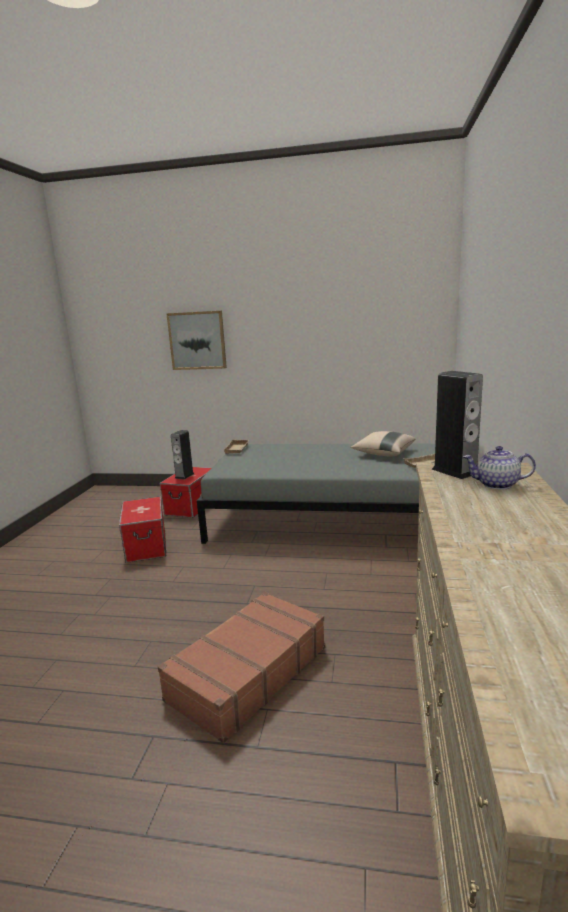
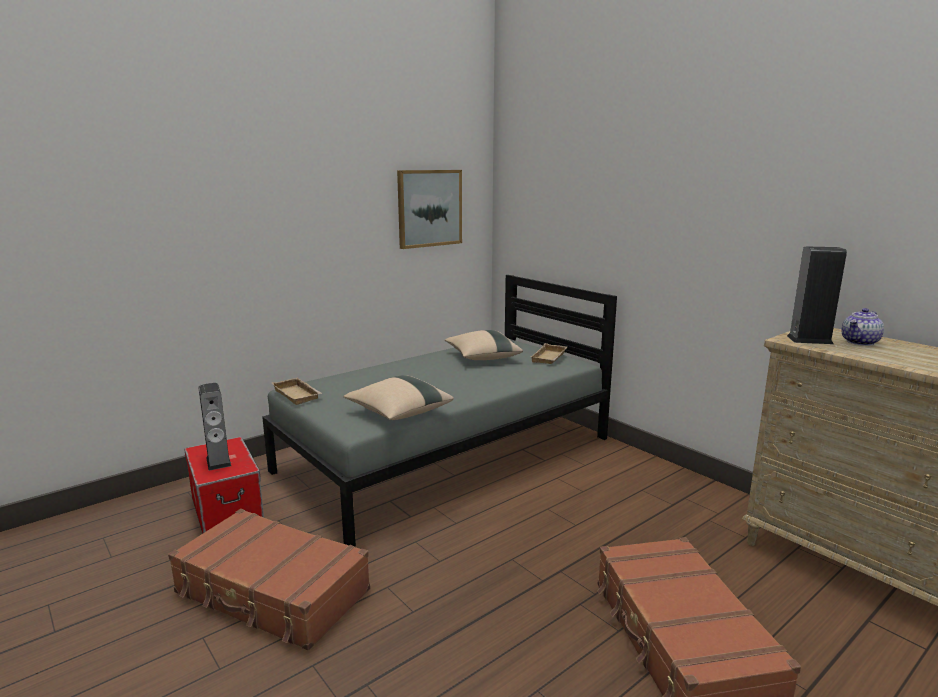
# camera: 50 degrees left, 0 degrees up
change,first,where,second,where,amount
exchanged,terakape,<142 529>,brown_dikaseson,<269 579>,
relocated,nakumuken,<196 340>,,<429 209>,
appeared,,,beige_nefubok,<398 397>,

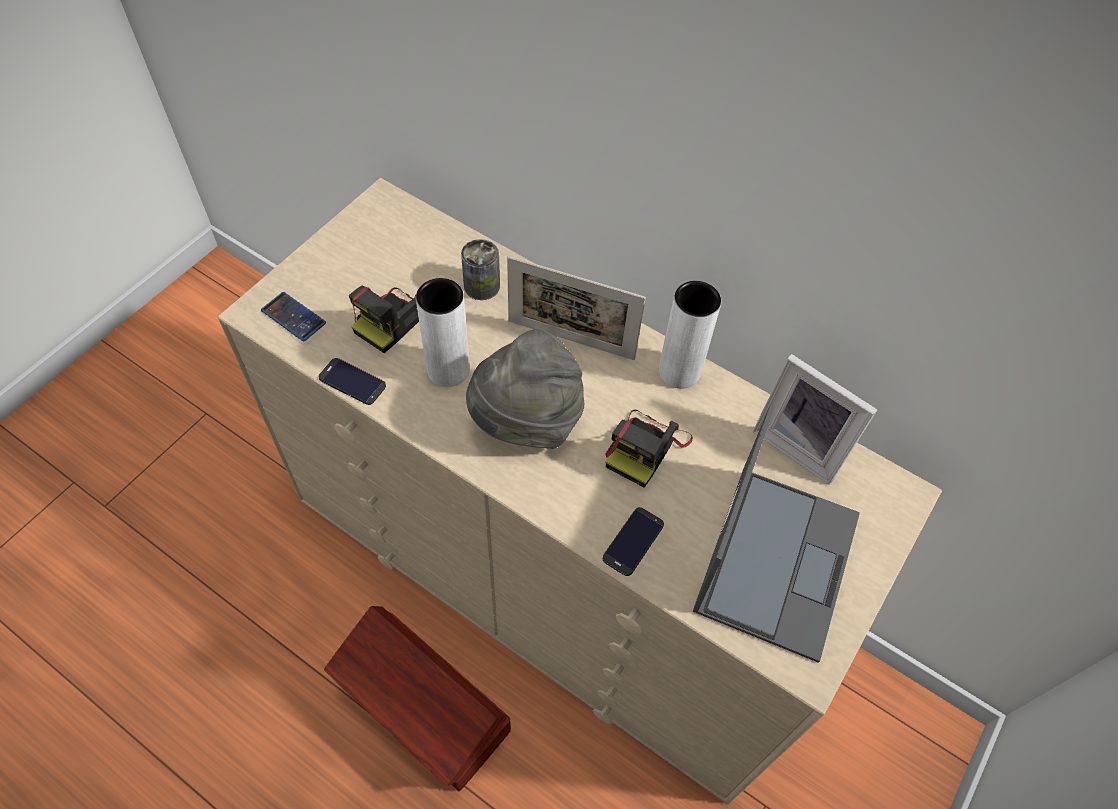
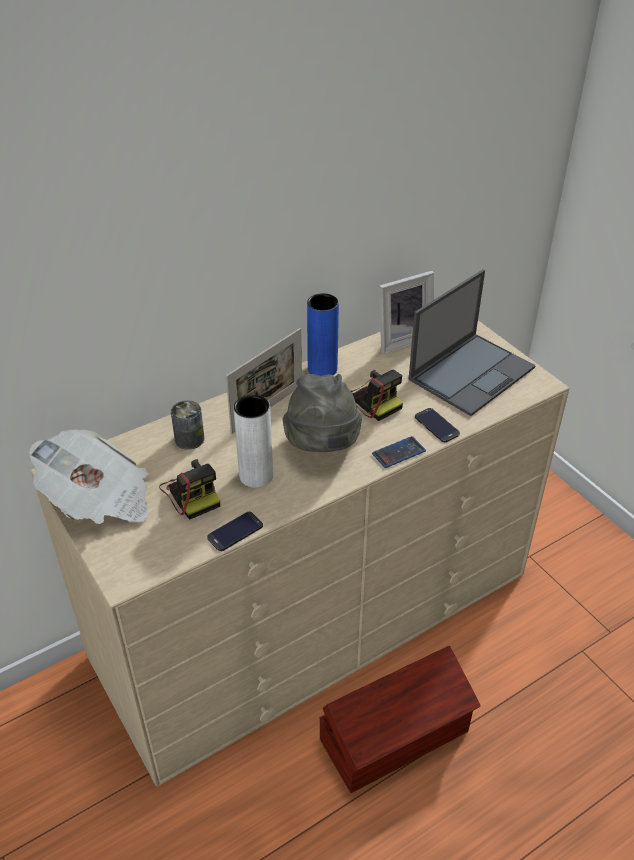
# camera: 65 degrees left, 15 degrees down
change,first,where,second,where,amount
relocated,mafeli,<293 316>,,<399 452>,
colour,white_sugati,<690 335>,blue_sugati,<323 334>,
spun,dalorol,<776 534>,,<472 342>,90 degrees clockwise
appeared,,,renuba,<88 477>,

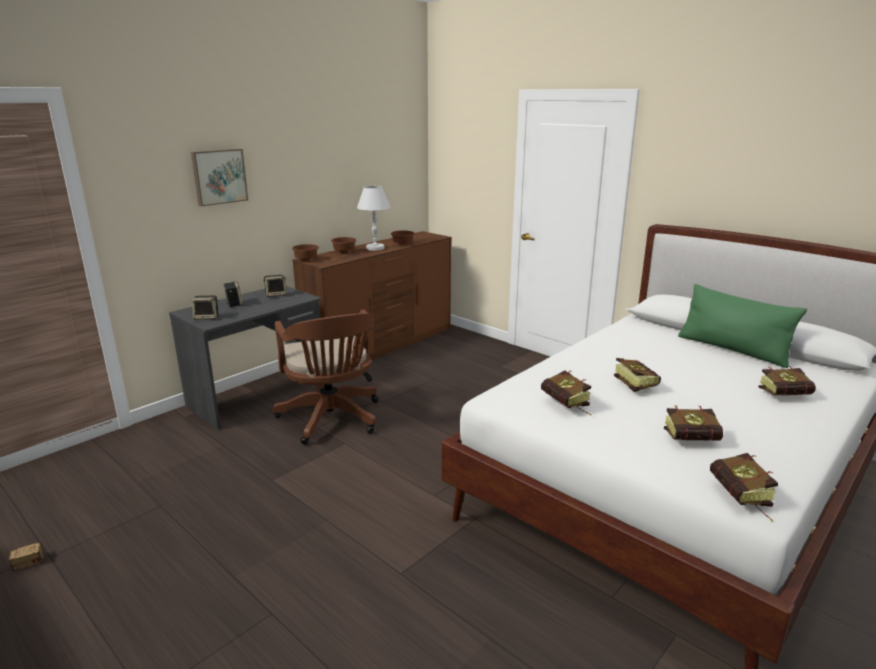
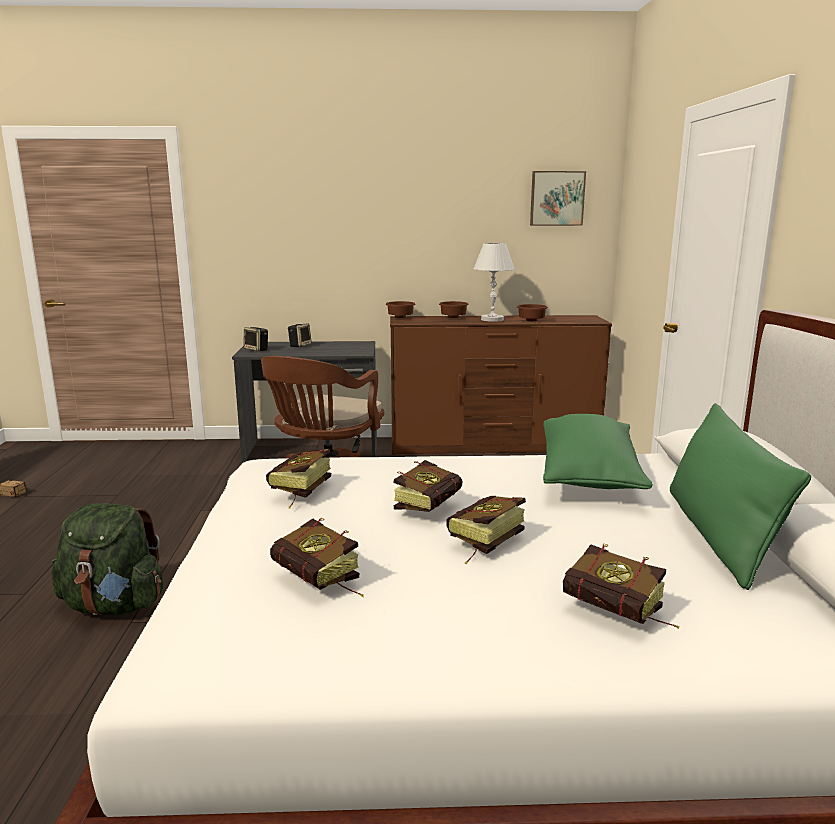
# camera: 45 degrees right, 5 degrees down
change,first,where,second,where,amount
relocated,nakumuken,<219 177>,,<558 198>,
missing,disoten,<275 286>,,,
relocated,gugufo,<744 487>,,<486 530>,
appeared,,,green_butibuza,<107 559>,
appeared,,,green_nefubok,<598 451>,

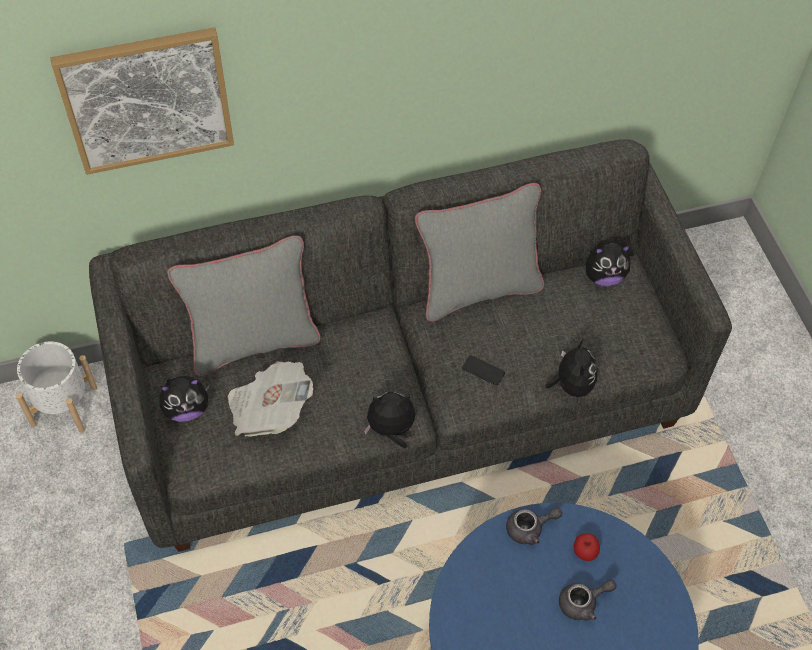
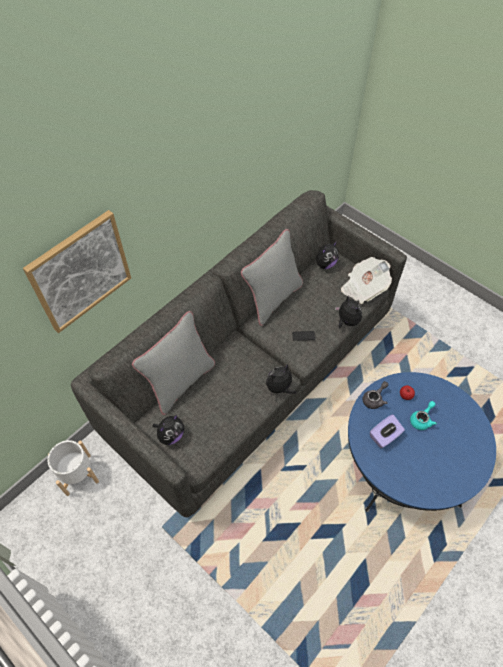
# camera: 30 degrees left, 0 degrees up
change,first,where,second,where,amount
relocated,renuba,<270 399>,,<366 280>,
colour,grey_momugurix,<587 600>,turquoise_momugurix,<423 415>,
appeared,,,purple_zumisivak,<387 431>,

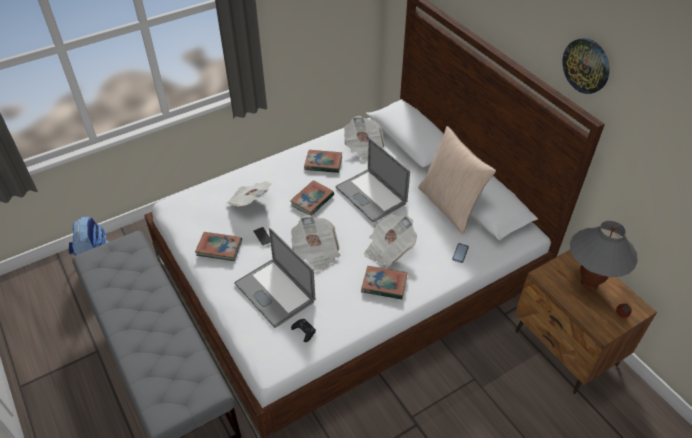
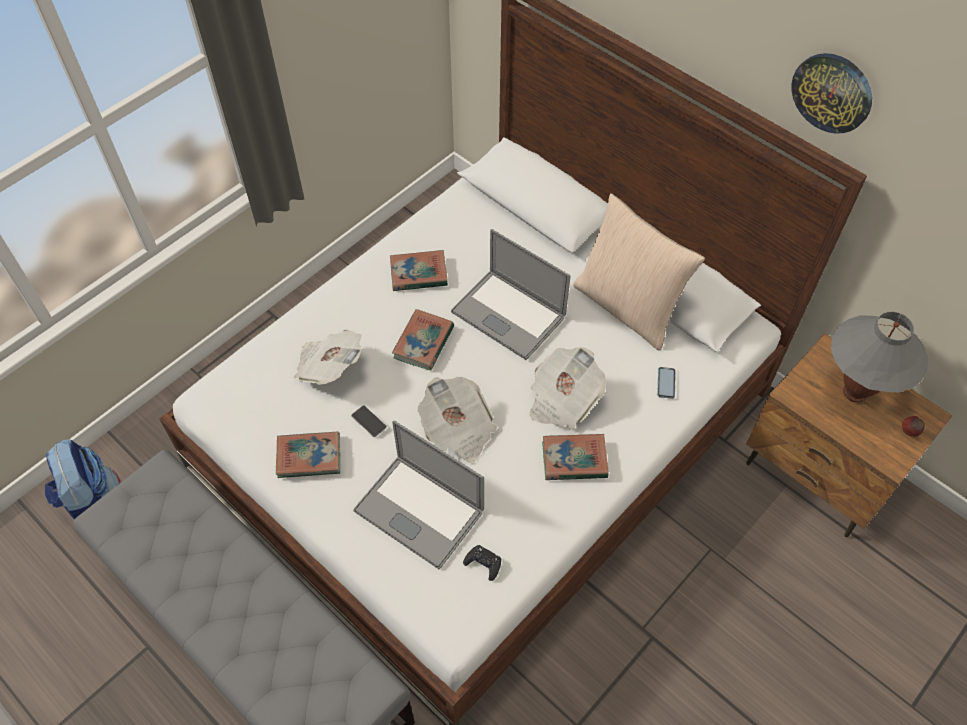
# camera: 15 degrees left, 10 degrees up
change,first,where,second,where,amount
missing,renuba,<364 139>,,,

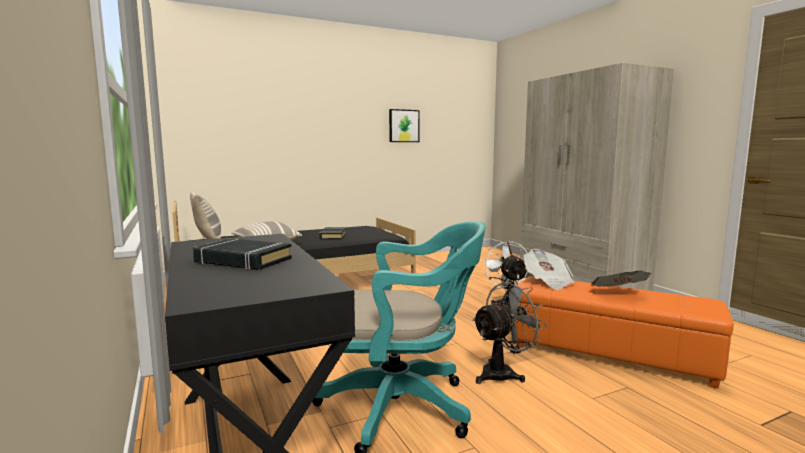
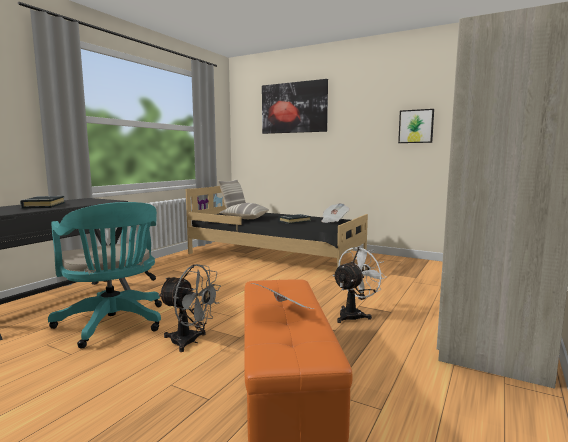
# camera: 55 degrees right, 0 degrees up
change,first,where,second,where,amount
relocated,renuba,<549 269>,,<335 213>,
appeared,,,nakumuken,<295 106>,

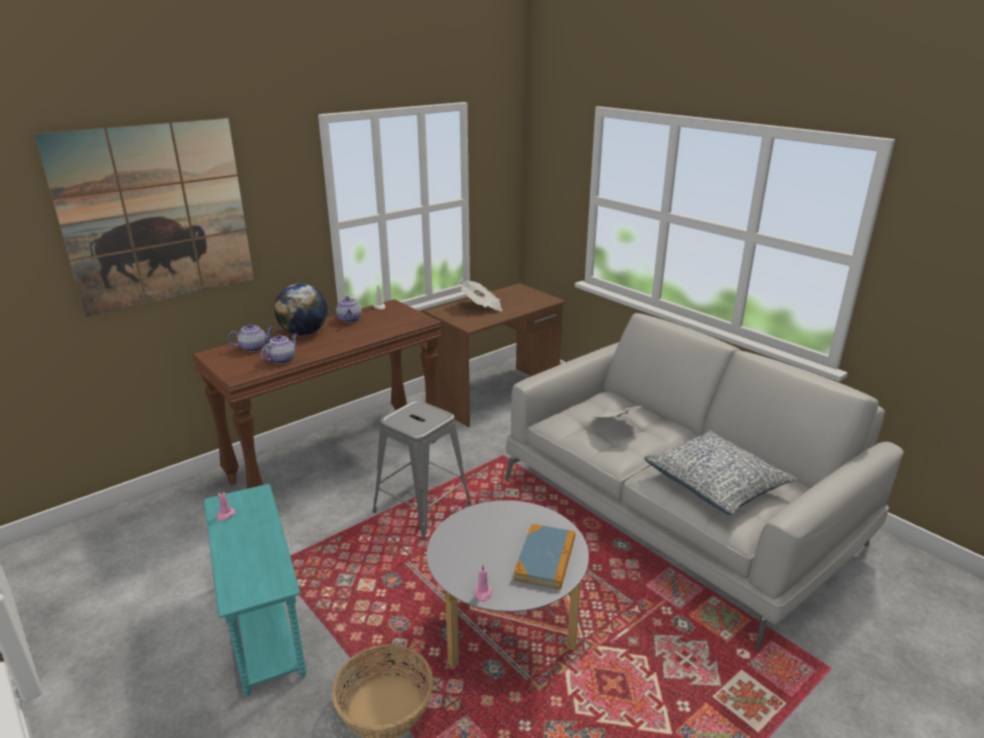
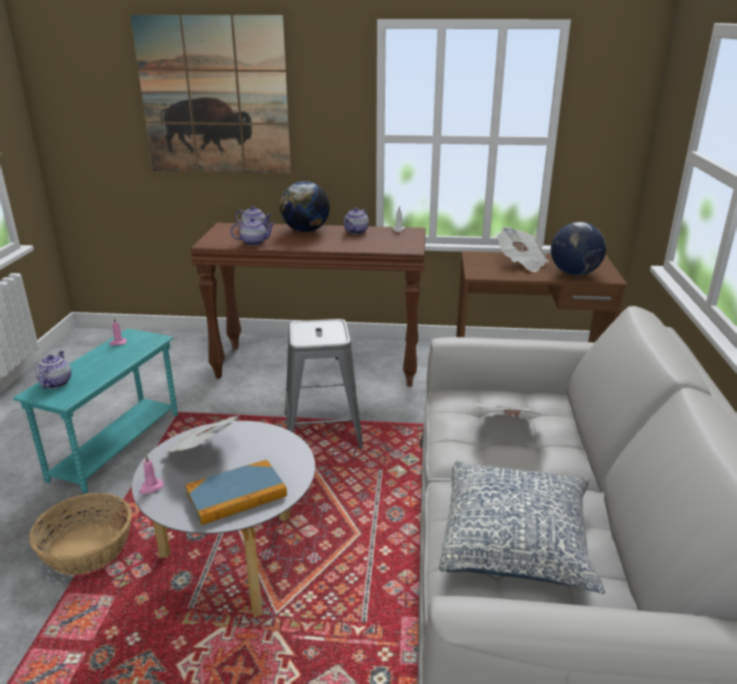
# camera: 45 degrees right, 0 degrees up
change,first,where,second,where,amount
appeared,,,momugurix,<53 369>,
appeared,,,renuba,<202 434>,
appeared,,,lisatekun,<578 249>,

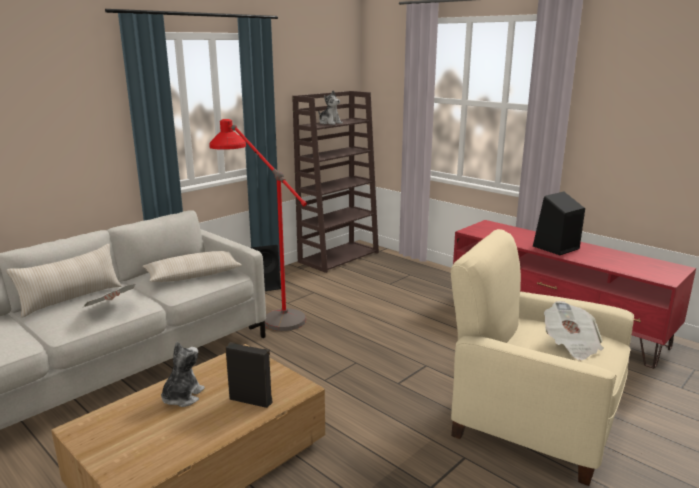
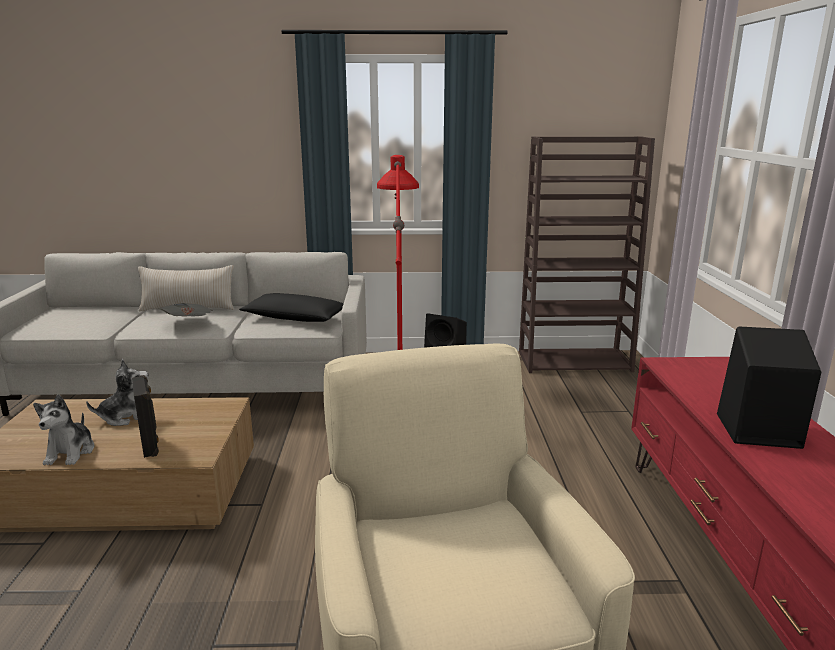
# camera: 45 degrees right, 0 degrees up
change,first,where,second,where,amount
colour,beige_nefubok,<192 266>,black_nefubok,<291 307>,
relocated,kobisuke,<330 108>,,<63 429>,
missing,renuba,<574 331>,,,

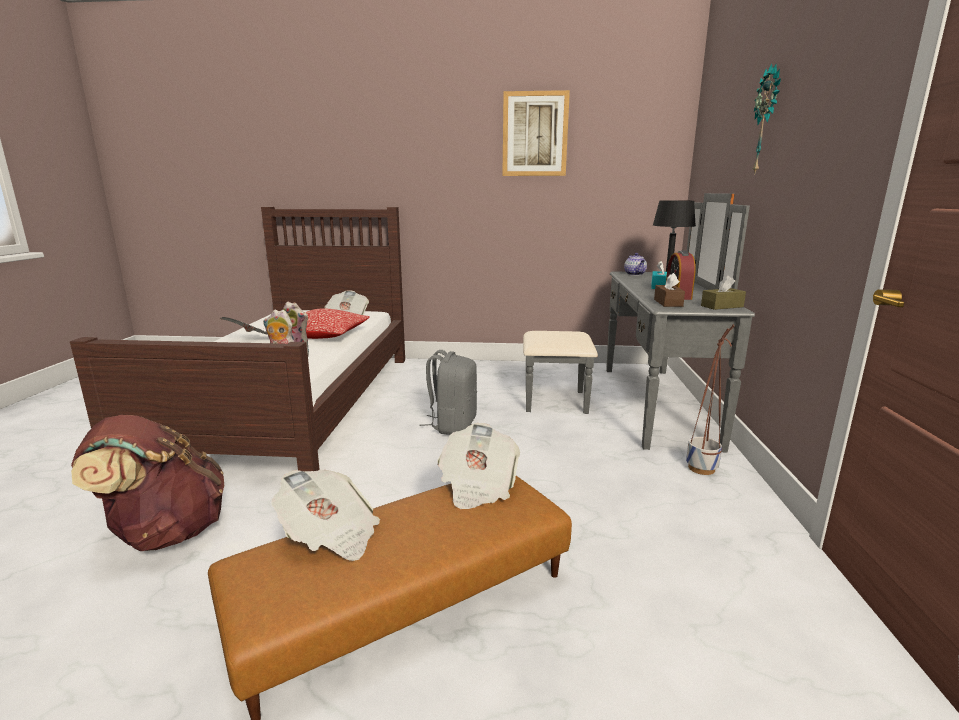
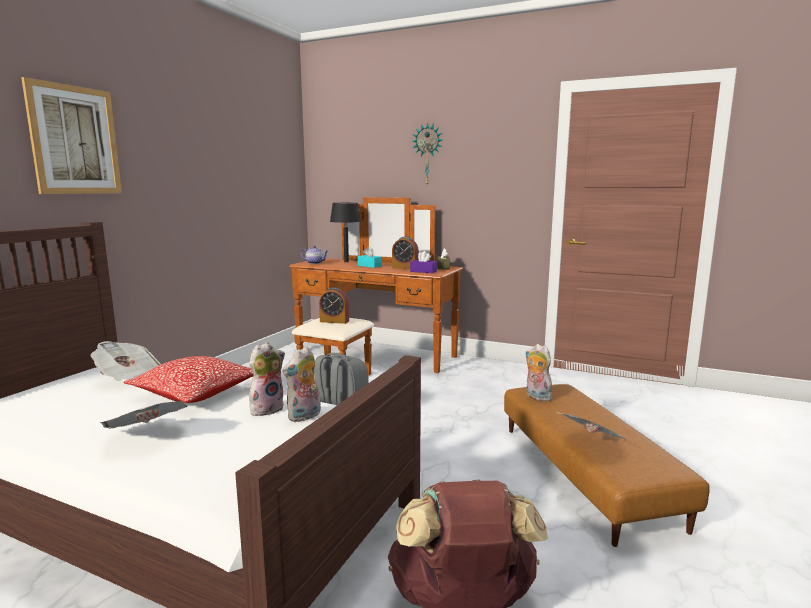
# camera: 70 degrees left, 5 degrees down
change,first,where,second,where,amount
exchanged,renuba,<478 466>,kobisuke,<540 372>,
relocated,nakumuken,<536 133>,,<71 135>,
colour,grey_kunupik,<639 322>,brown_kunupik,<376 286>,
colour,brown_zumisivak,<669 290>,purple_zumisivak,<423 262>,
missing,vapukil,<710 399>,,,
appeared,,,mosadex,<334 305>,

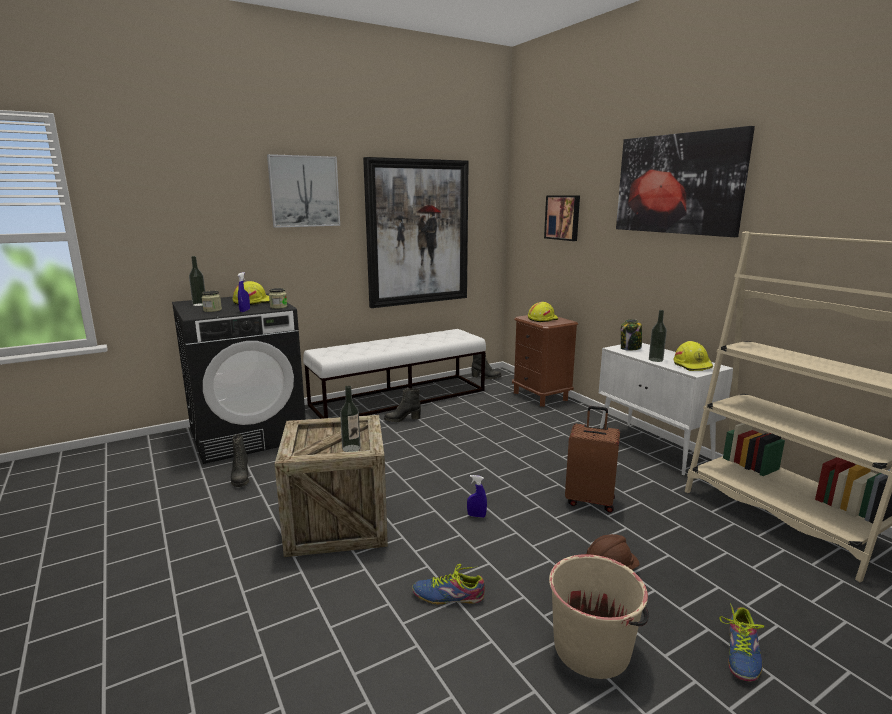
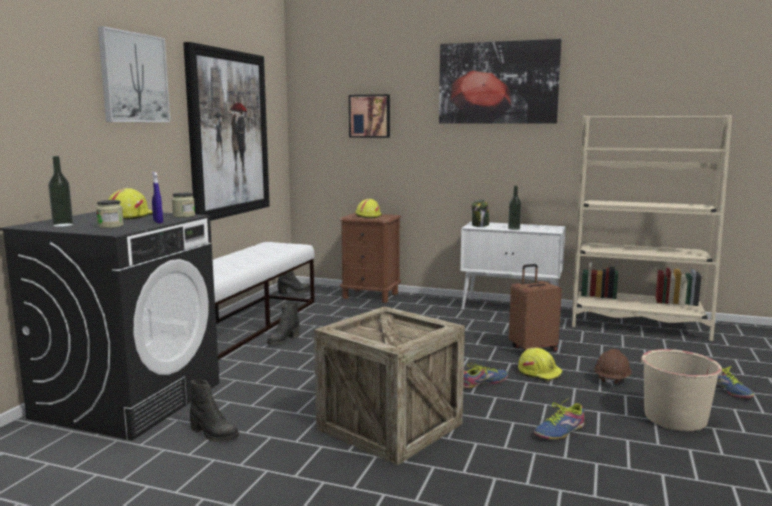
# camera: 40 degrees left, 5 degrees down
change,first,where,second,where,amount
missing,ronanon,<350 419>,,,
exchanged,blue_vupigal,<477 496>,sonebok,<485 376>,
relocated,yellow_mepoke,<693 356>,,<540 364>,

